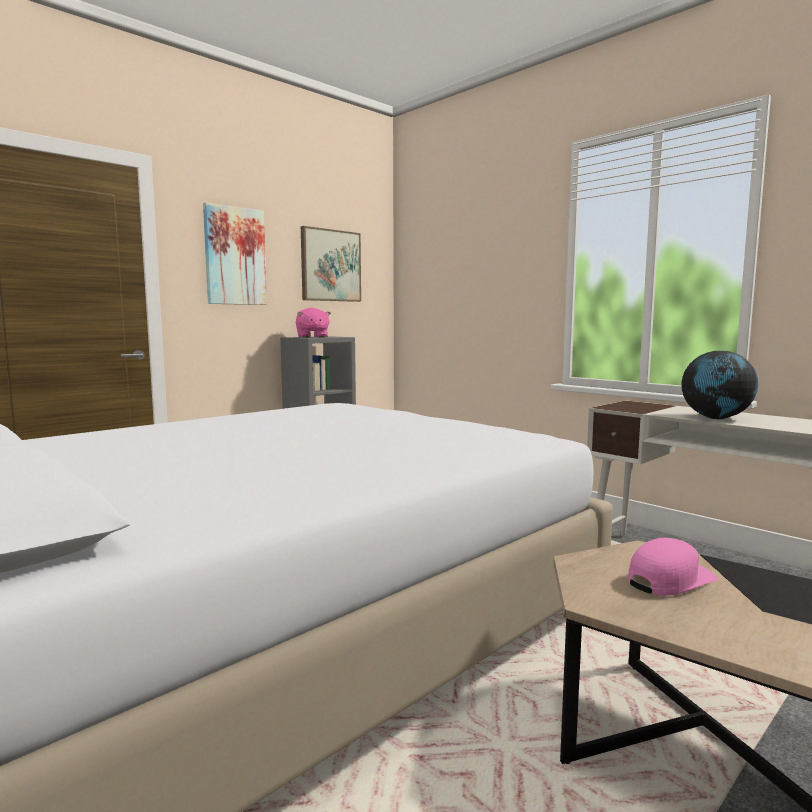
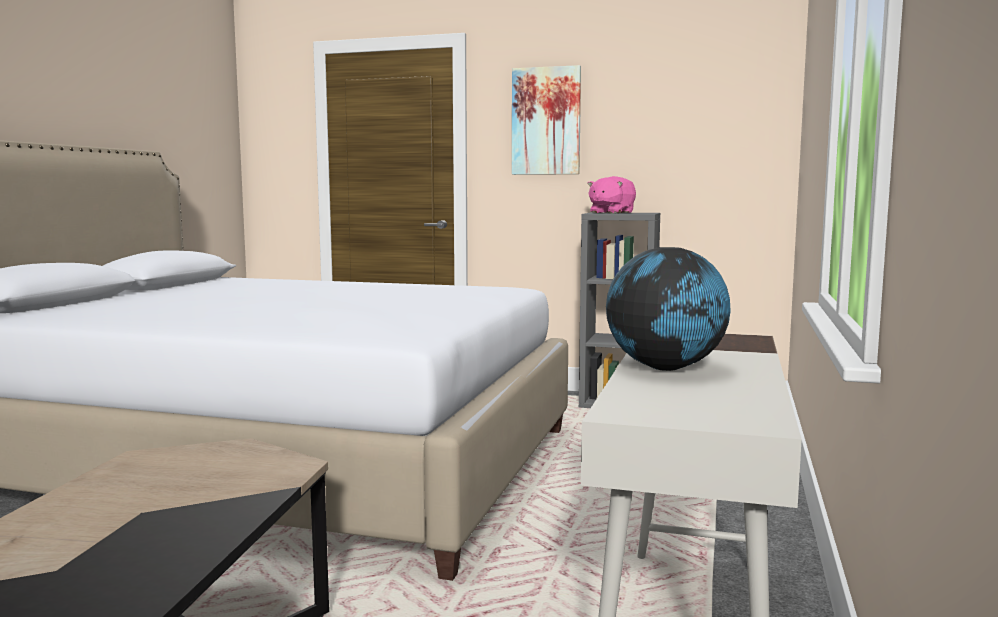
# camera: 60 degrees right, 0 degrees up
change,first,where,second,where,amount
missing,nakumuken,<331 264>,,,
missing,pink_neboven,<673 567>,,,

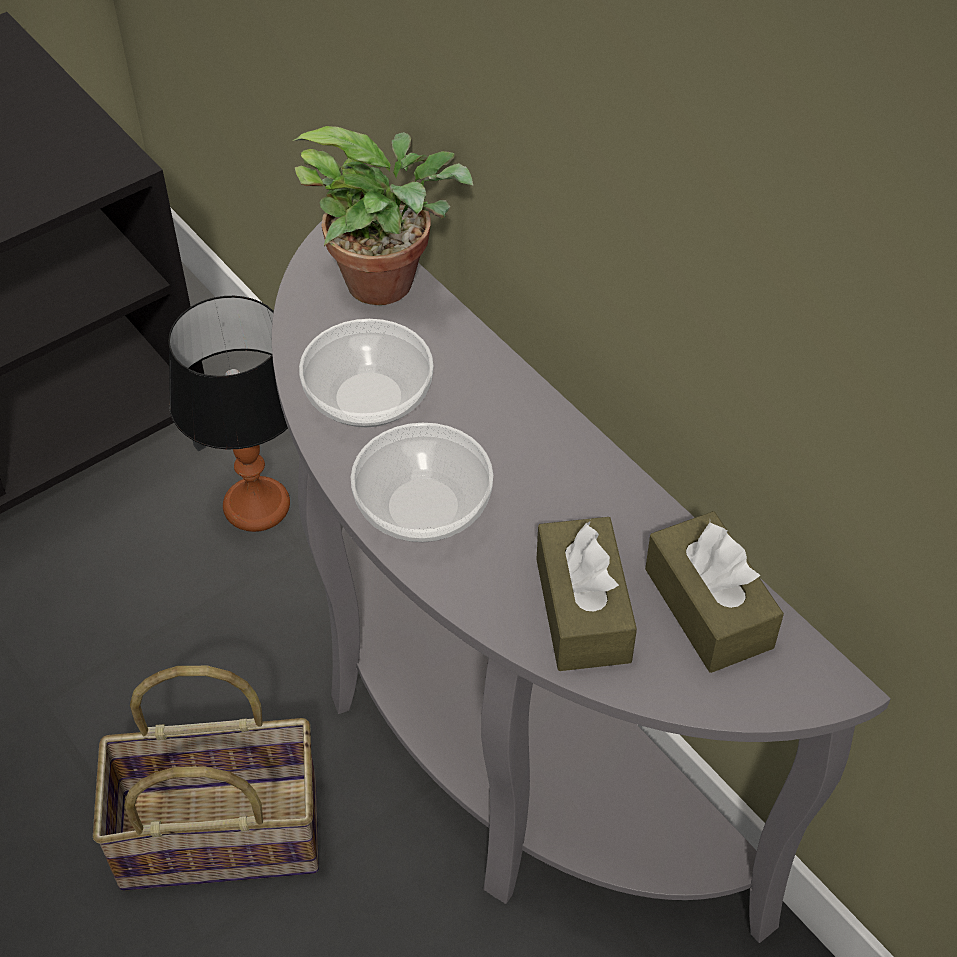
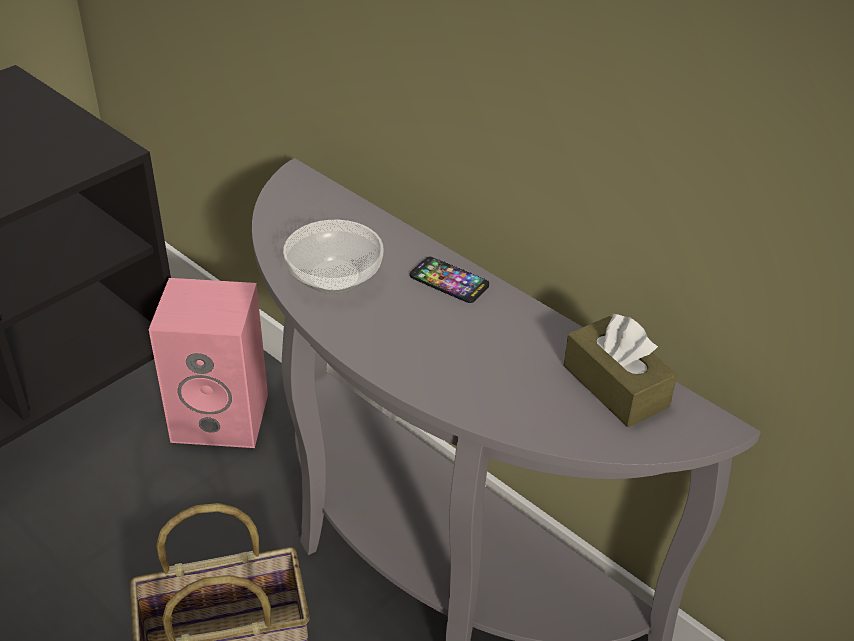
# camera: 10 degrees left, 10 degrees down
change,first,where,second,where,amount
exchanged,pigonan,<229 414>,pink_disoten,<208 363>,
missing,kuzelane,<382 215>,,,
missing,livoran,<422 482>,,,
missing,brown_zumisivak,<587 594>,,,
appeared,,,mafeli,<449 279>,

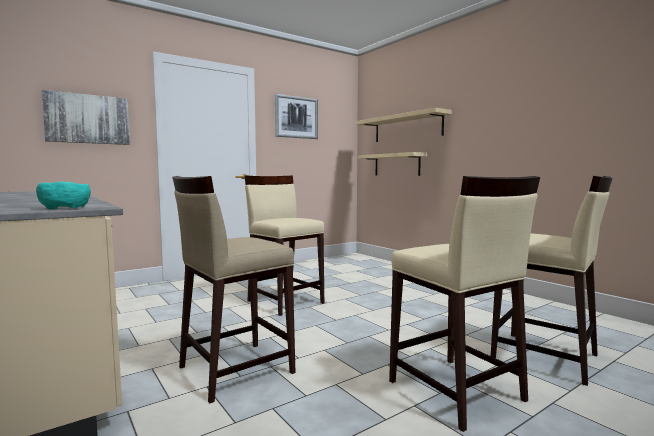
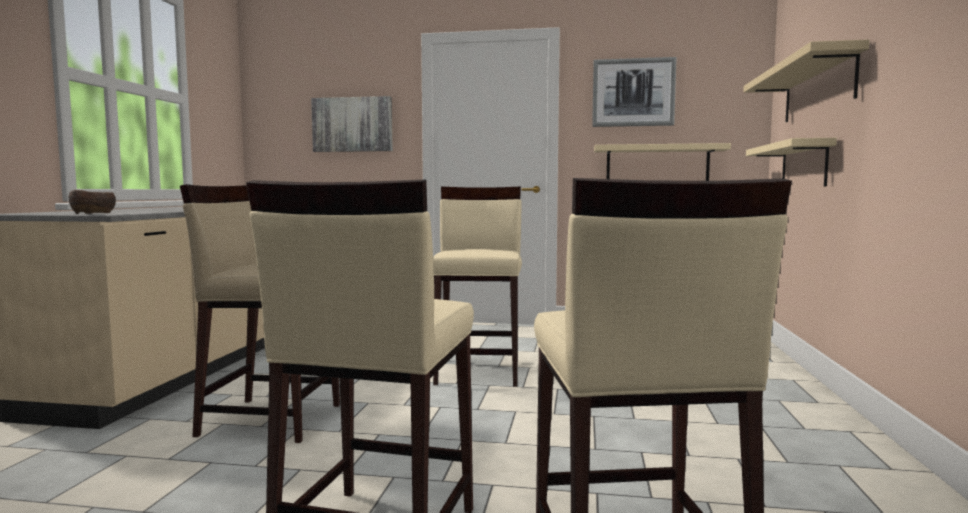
# camera: 45 degrees right, 0 degrees up
change,first,where,second,where,amount
colour,turquoise_livoran,<63 196>,brown_livoran,<92 202>,
appeared,,,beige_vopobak,<662 162>,

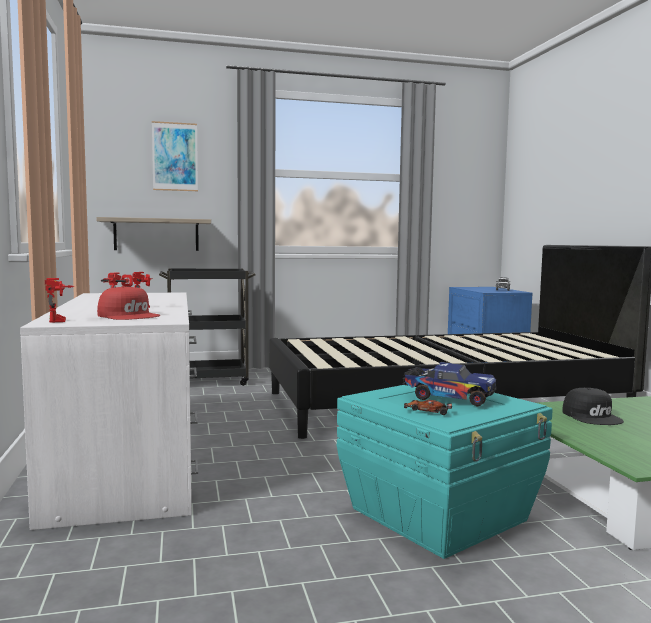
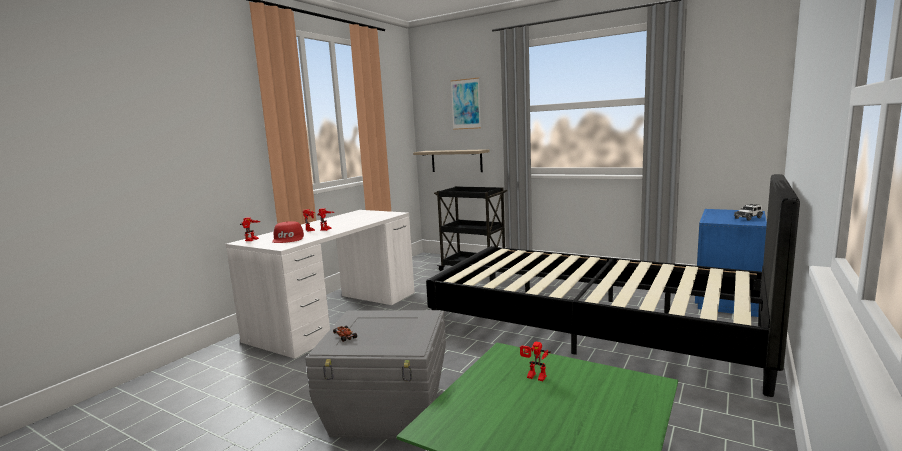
# camera: 45 degrees right, 5 degrees up
change,first,where,second,where,amount
colour,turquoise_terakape,<445 472>,grey_terakape,<375 374>,
missing,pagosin,<449 384>,,,
exchanged,black_neboven,<593 406>,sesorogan,<535 361>,

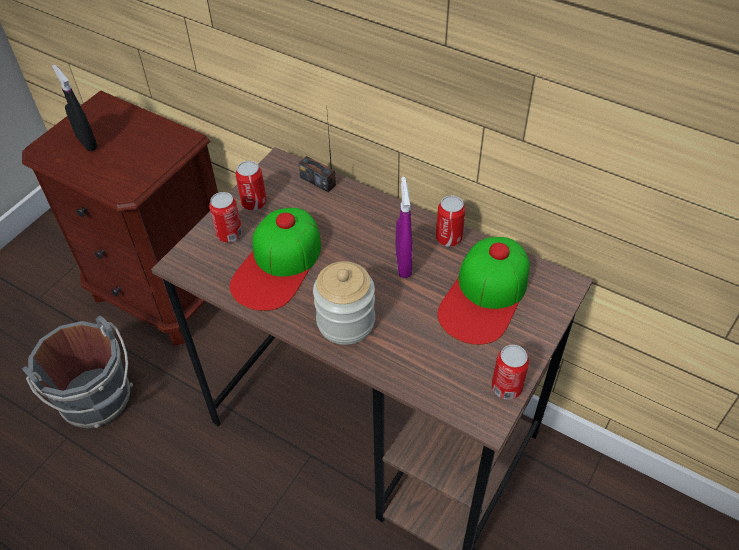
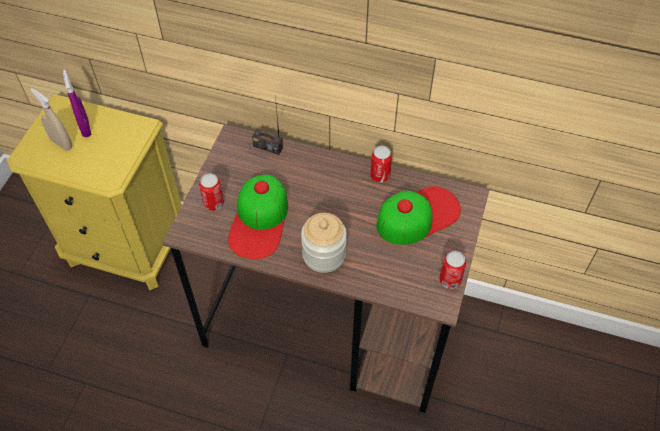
# camera: 15 degrees left, 5 degrees up
change,first,where,second,where,amount
colour,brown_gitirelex,<120 218>,yellow_gitirelex,<94 192>,
missing,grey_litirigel,<77 372>,,,
colour,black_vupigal,<74 108>,beige_vupigal,<51 119>,
missing,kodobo,<251 186>,,,
relocated,purple_vupigal,<404 227>,,<77 103>,
spun,neboven,<483 291>,,<418 215>,135 degrees counterclockwise

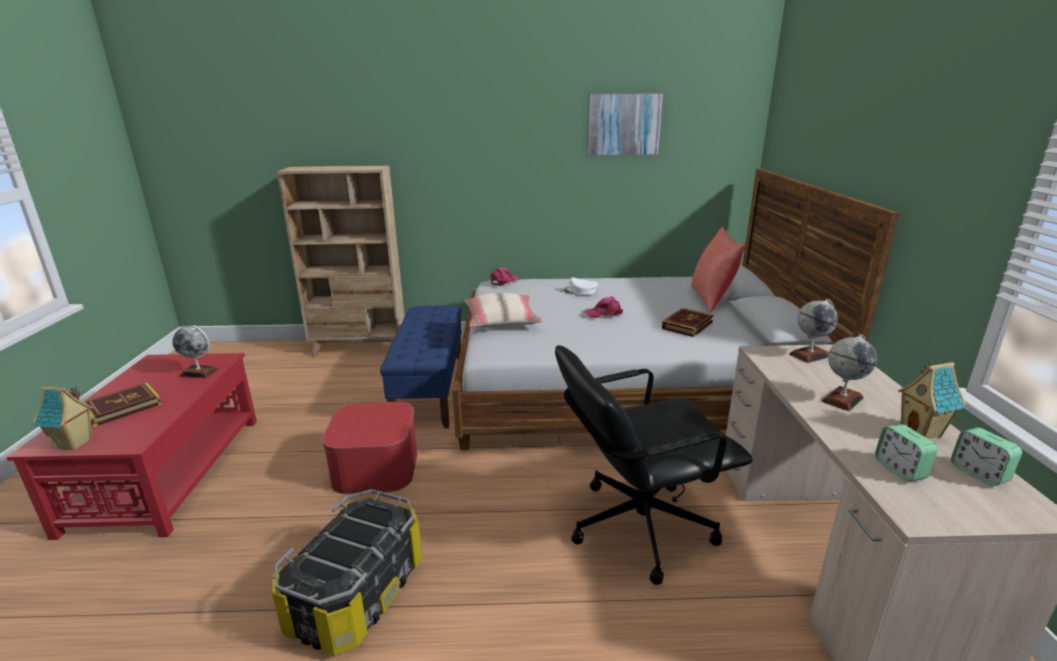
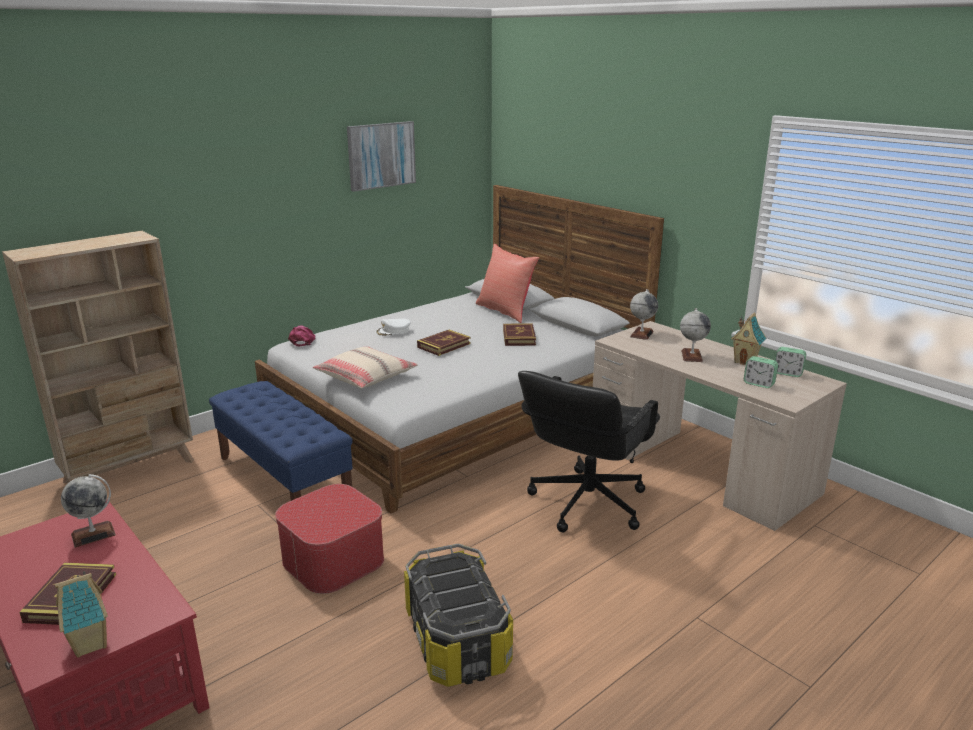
# camera: 40 degrees left, 0 degrees up
change,first,where,second,where,amount
exchanged,pink_neboven,<603 307>,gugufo,<444 343>,

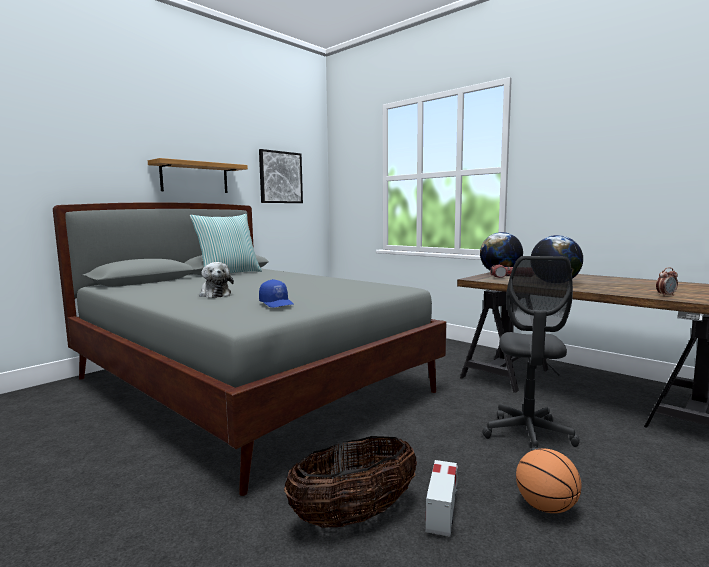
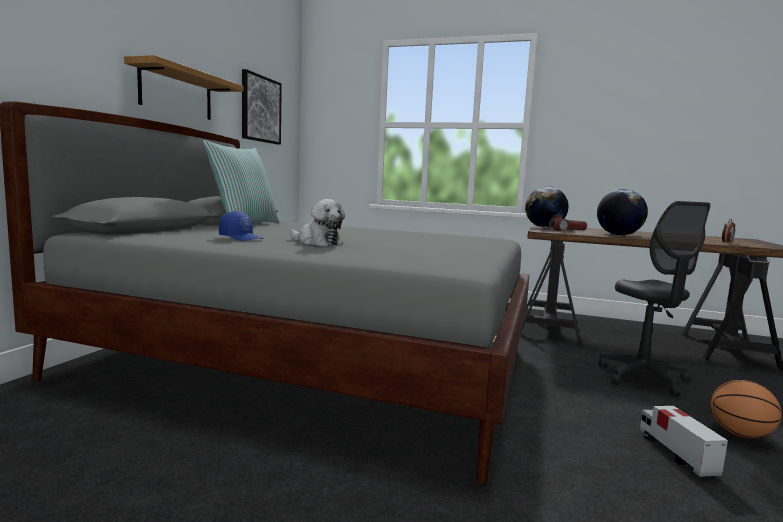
# camera: 25 degrees left, 0 degrees up
change,first,where,second,where,amount
relocated,blue_neboven,<276 293>,,<241 226>,
missing,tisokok,<350 482>,,,

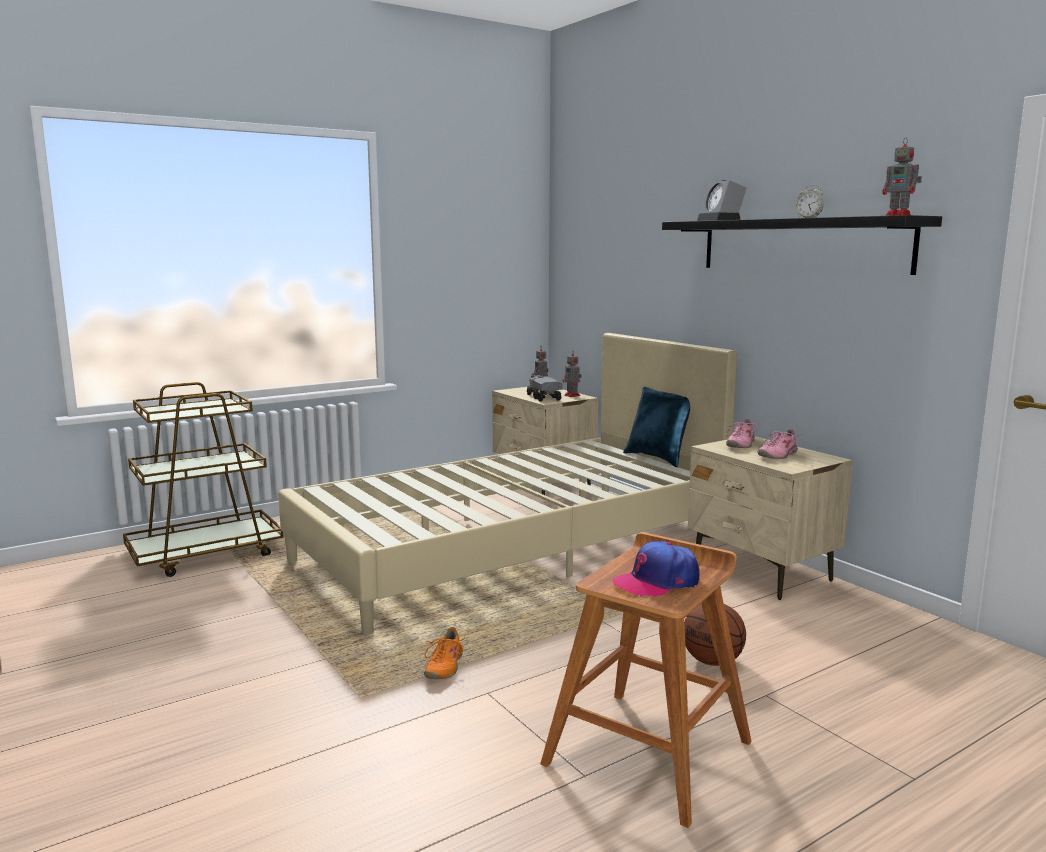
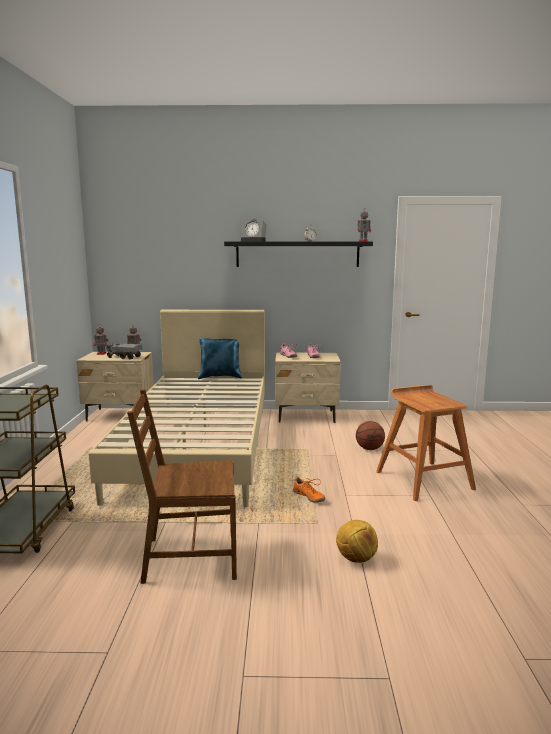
# camera: 55 degrees left, 0 degrees up
change,first,where,second,where,amount
missing,neboven,<656 569>,,,
appeared,,,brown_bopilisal,<182 486>,
appeared,,,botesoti,<357 541>,

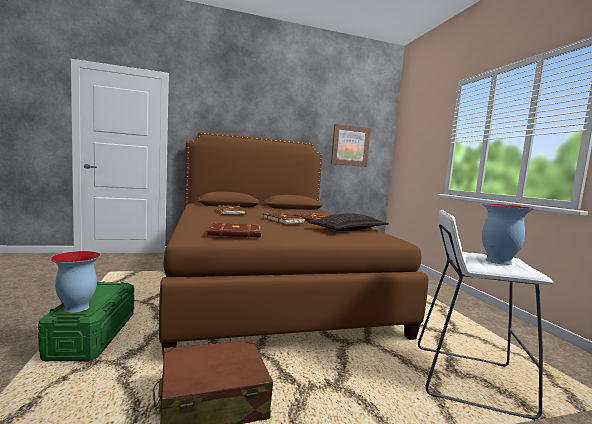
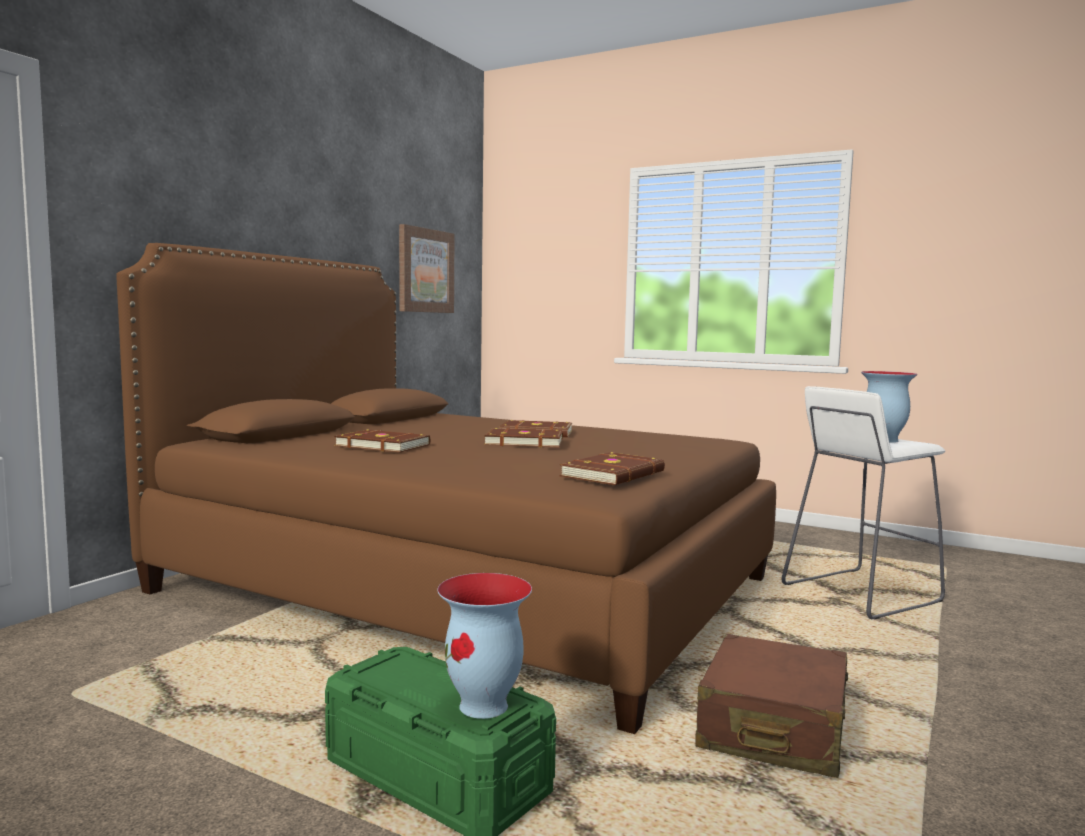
# camera: 45 degrees left, 0 degrees up
change,first,where,second,where,amount
missing,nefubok,<347 222>,,,

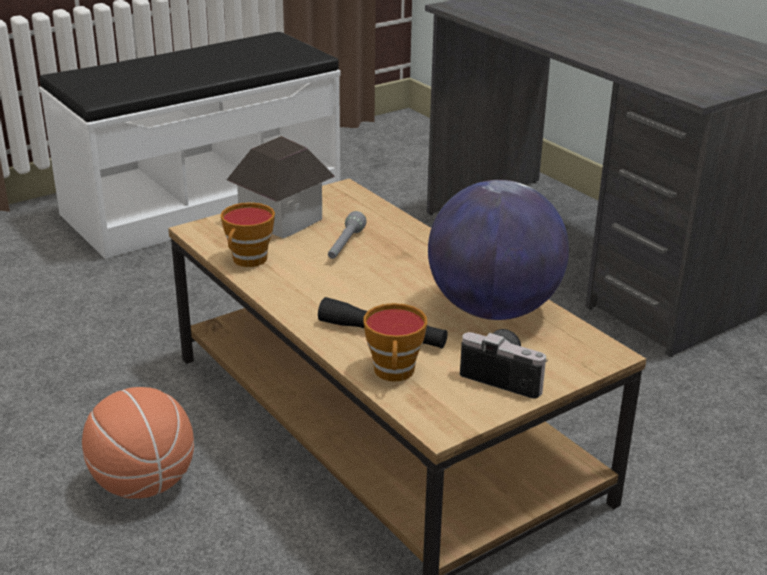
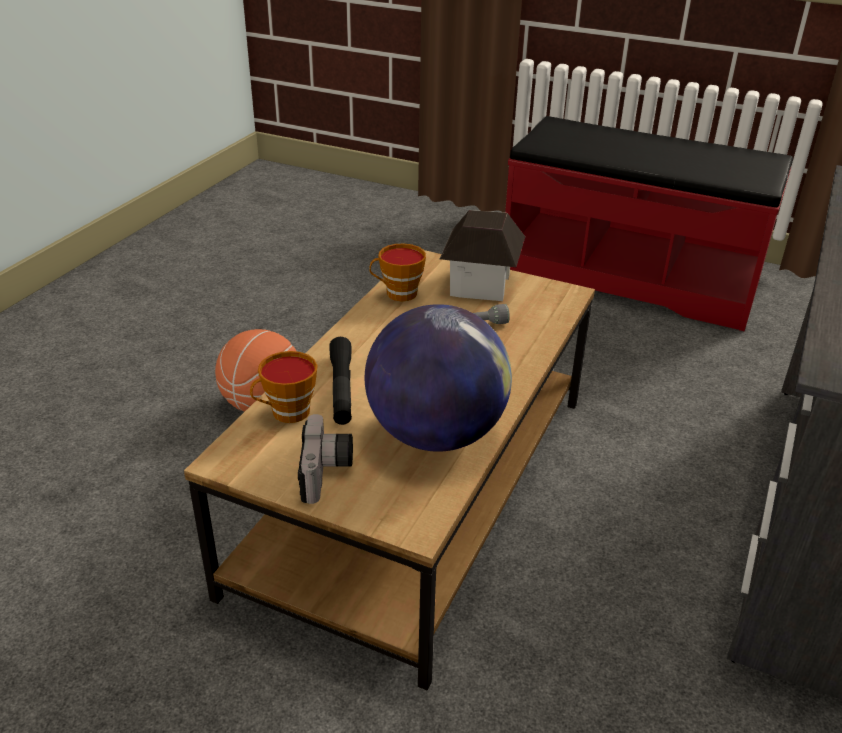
# camera: 60 degrees right, 5 degrees up
change,first,where,second,where,amount
colour,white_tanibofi,<190 145>,red_tanibofi,<649 223>,

